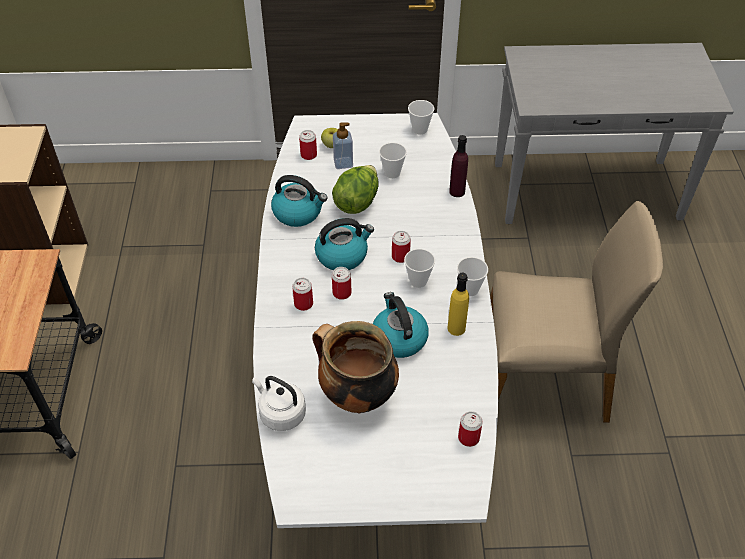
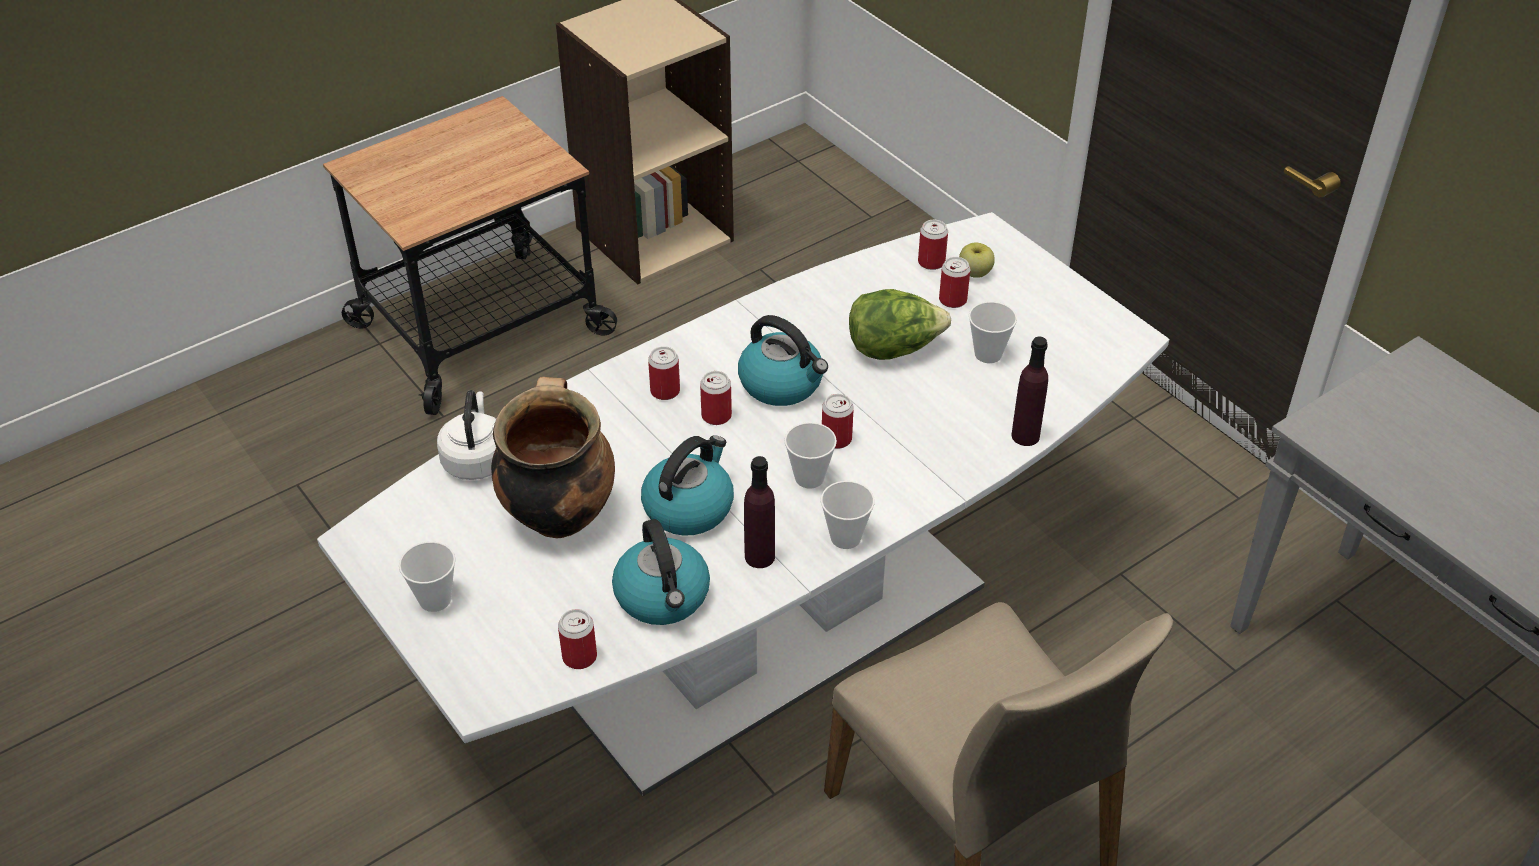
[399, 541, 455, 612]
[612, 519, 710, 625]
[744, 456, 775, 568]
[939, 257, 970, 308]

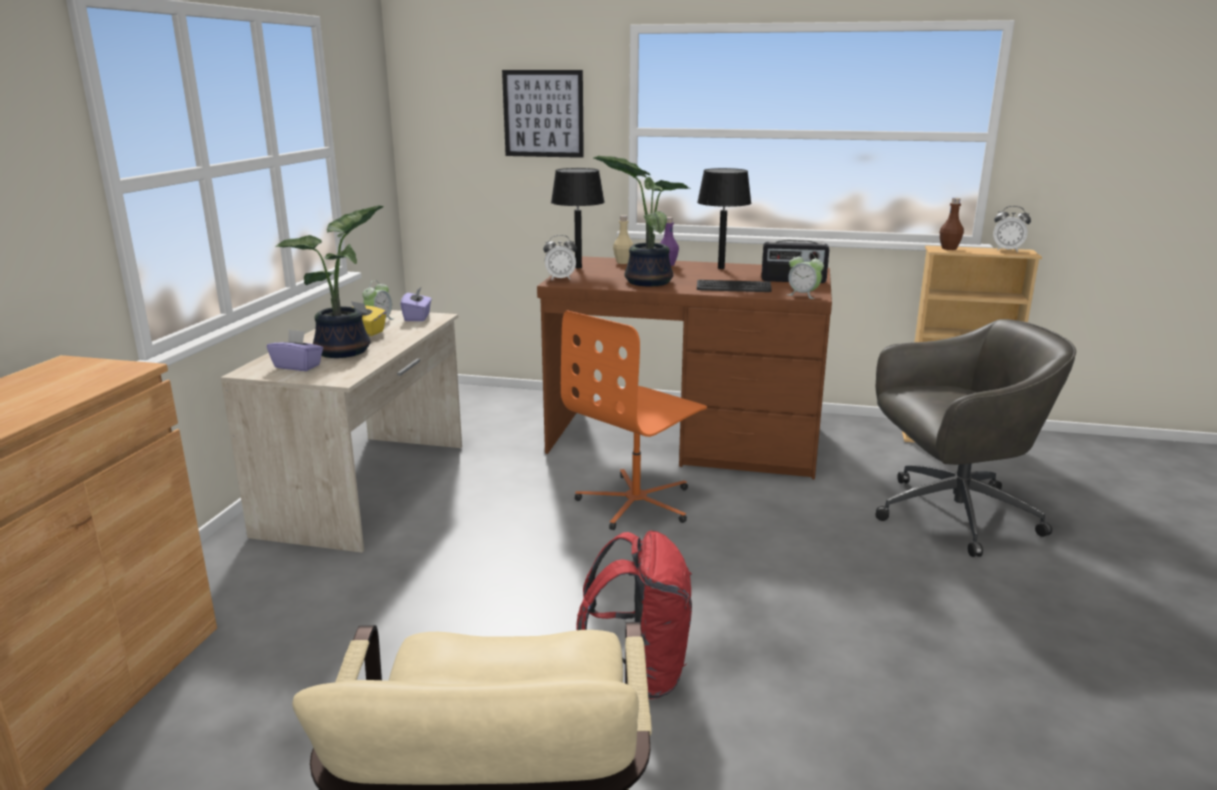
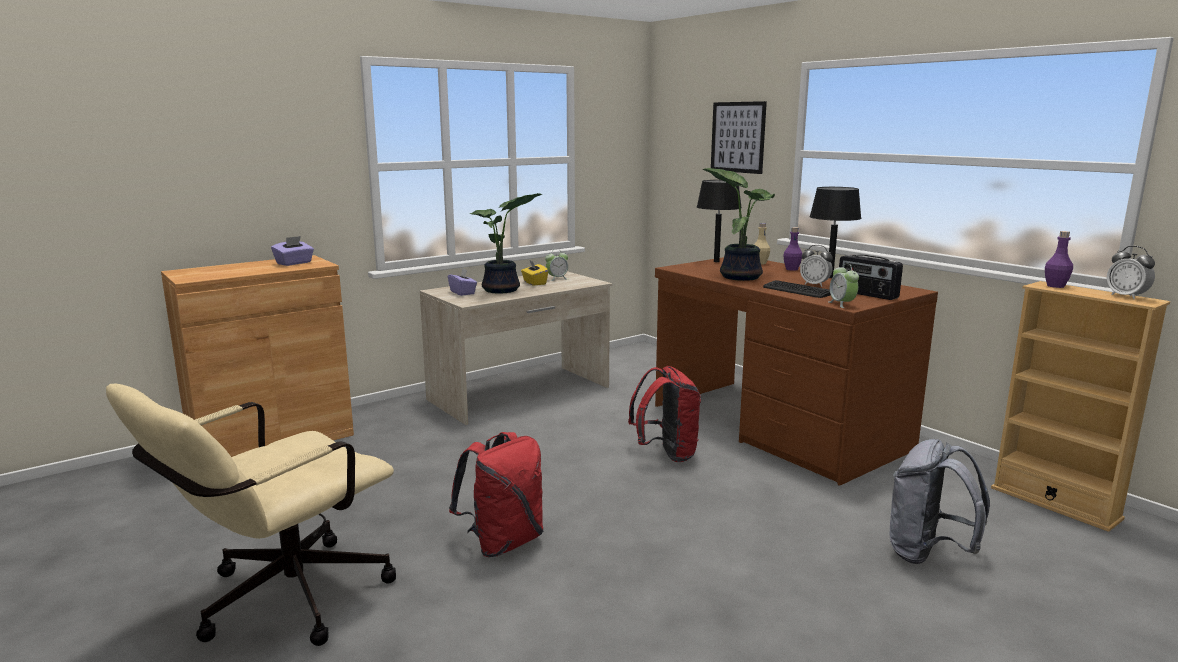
[271, 236, 314, 266]
[628, 366, 701, 462]
[800, 245, 833, 287]
[890, 439, 990, 564]
[1045, 231, 1073, 288]

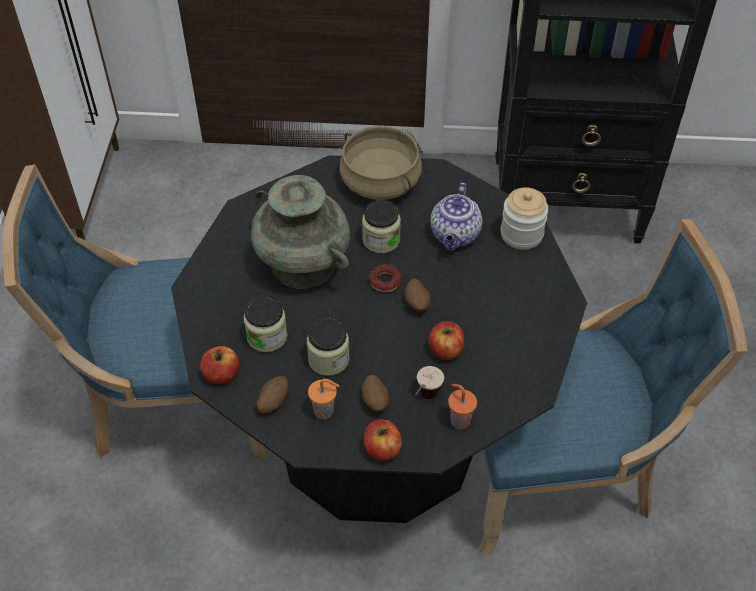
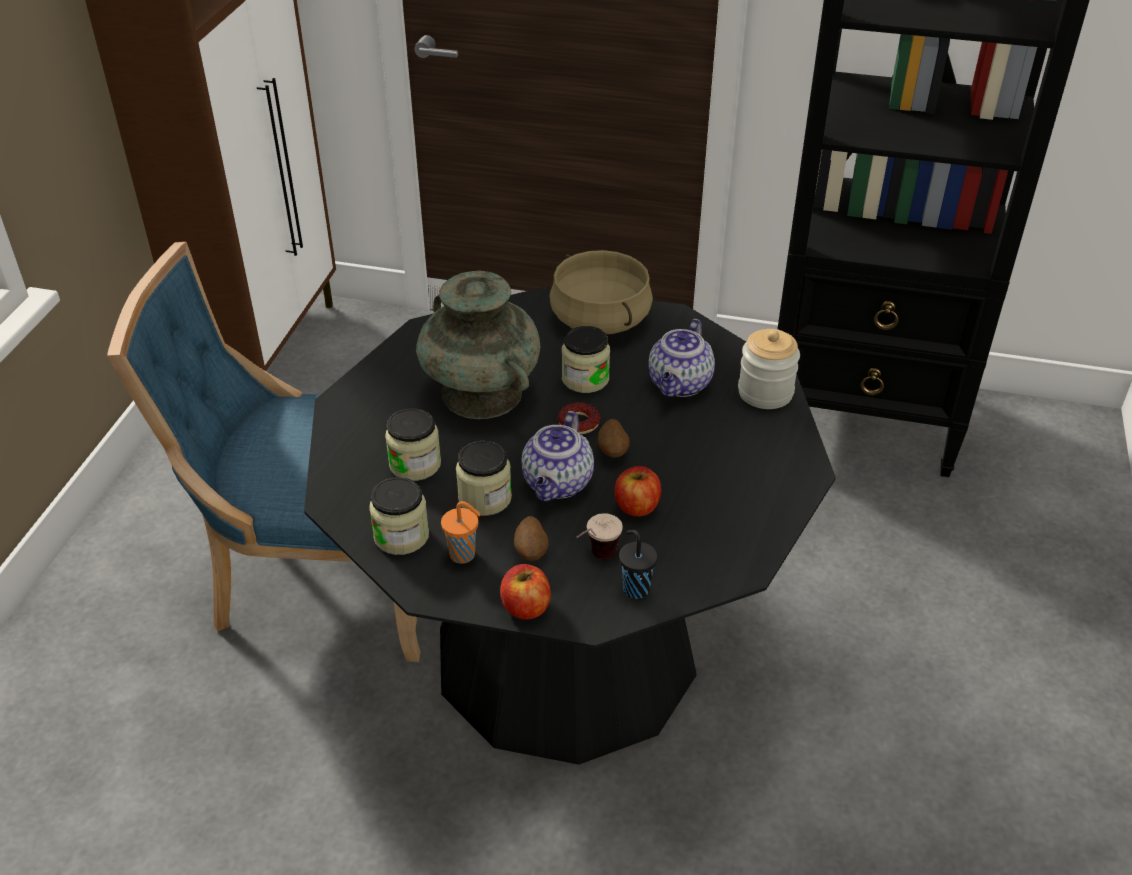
[369, 477, 429, 555]
[521, 411, 594, 501]
[619, 530, 657, 599]
[200, 346, 239, 384] (first image)
[480, 219, 748, 555] (first image)

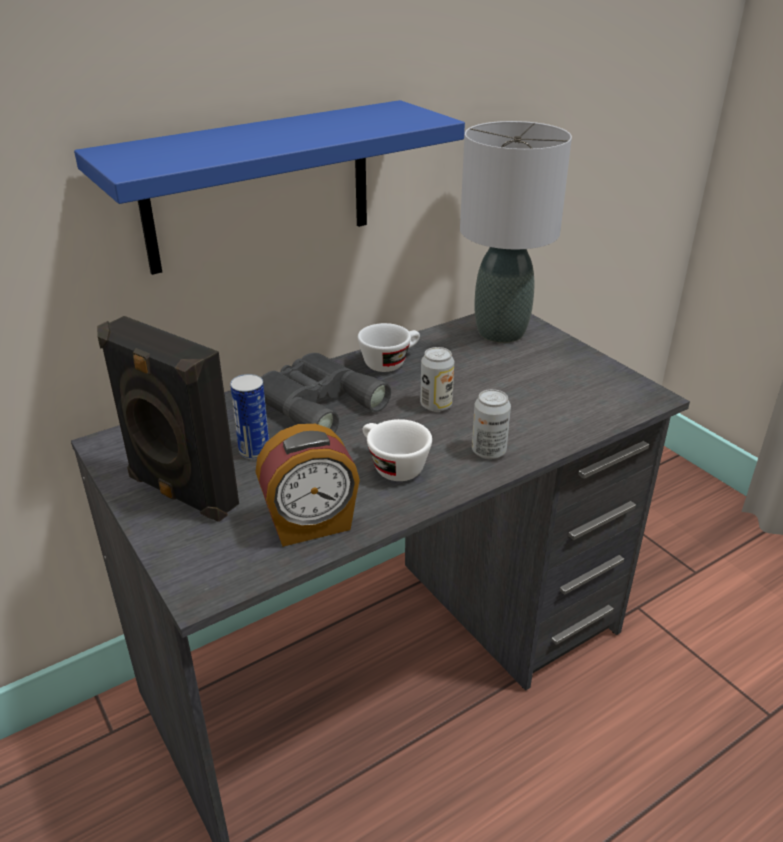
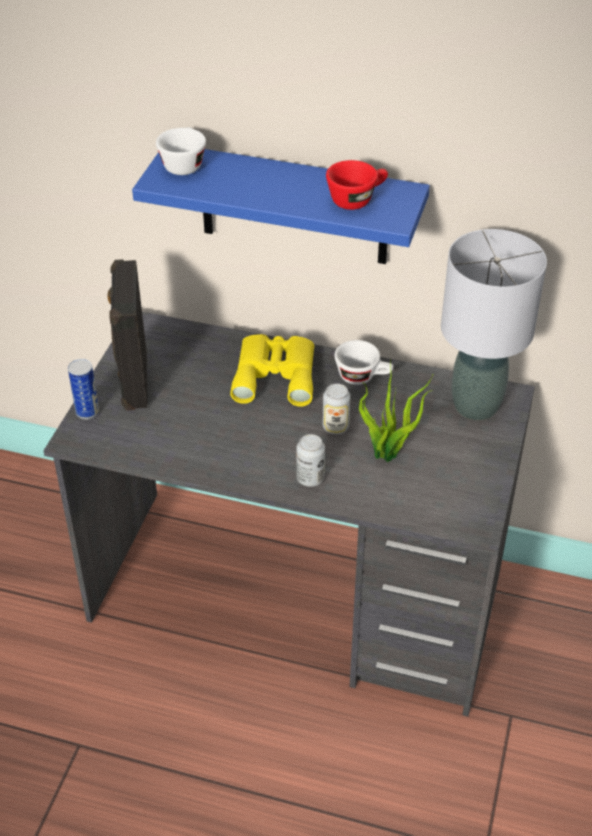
[68, 359, 99, 420]
[156, 127, 206, 175]
[230, 334, 314, 407]
[326, 160, 388, 210]
[359, 373, 433, 462]
[256, 424, 360, 547] (first image)

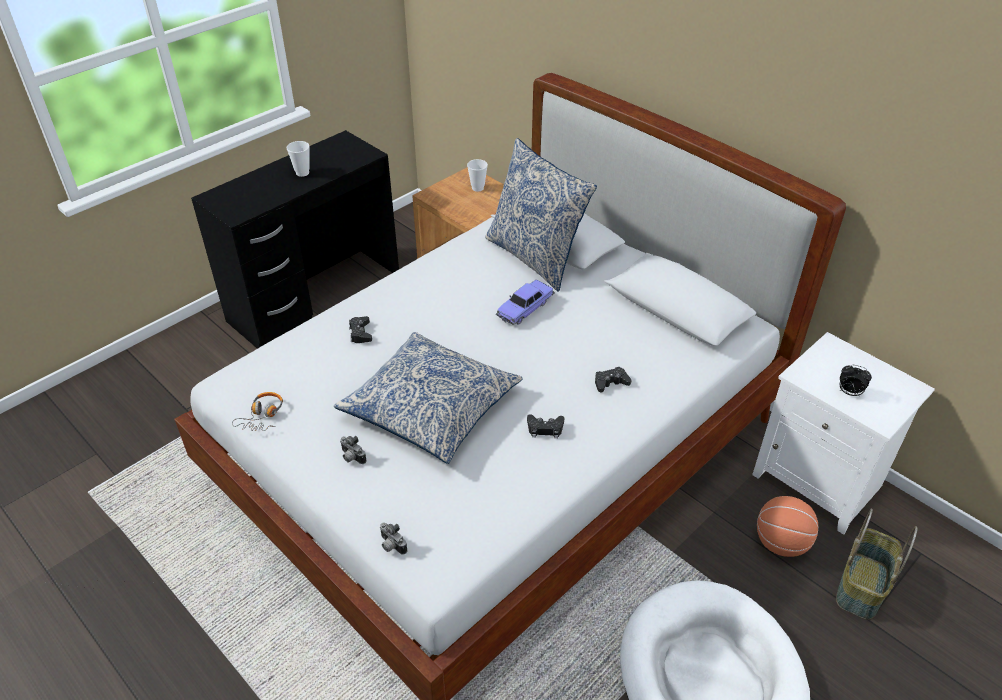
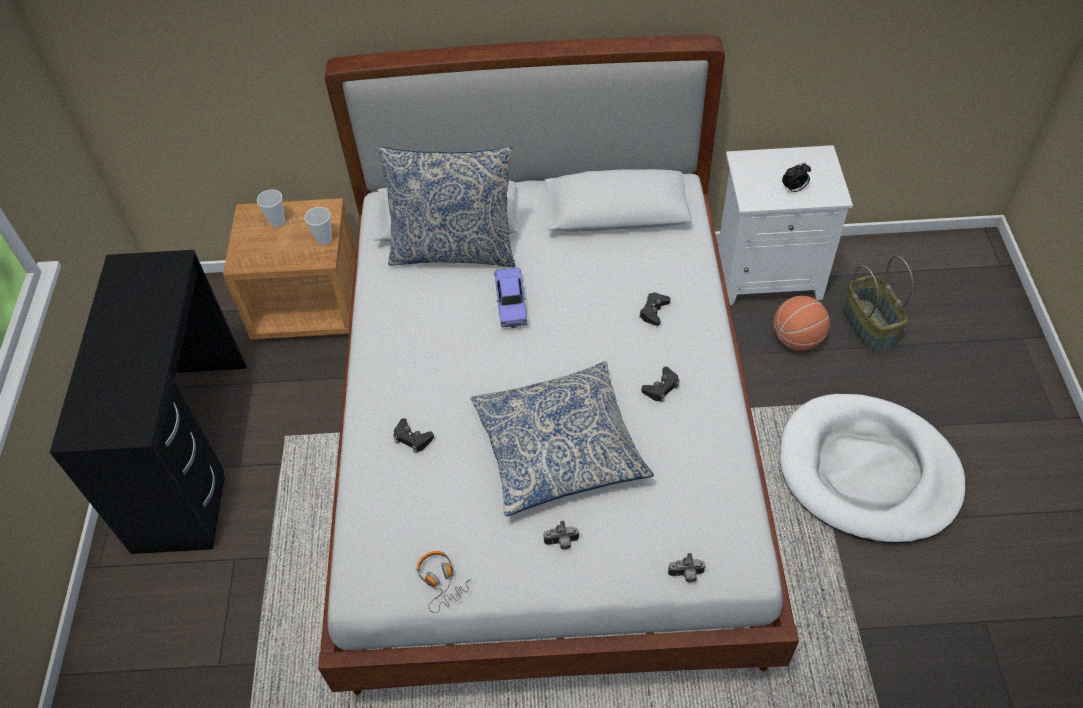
[305, 207, 332, 245]

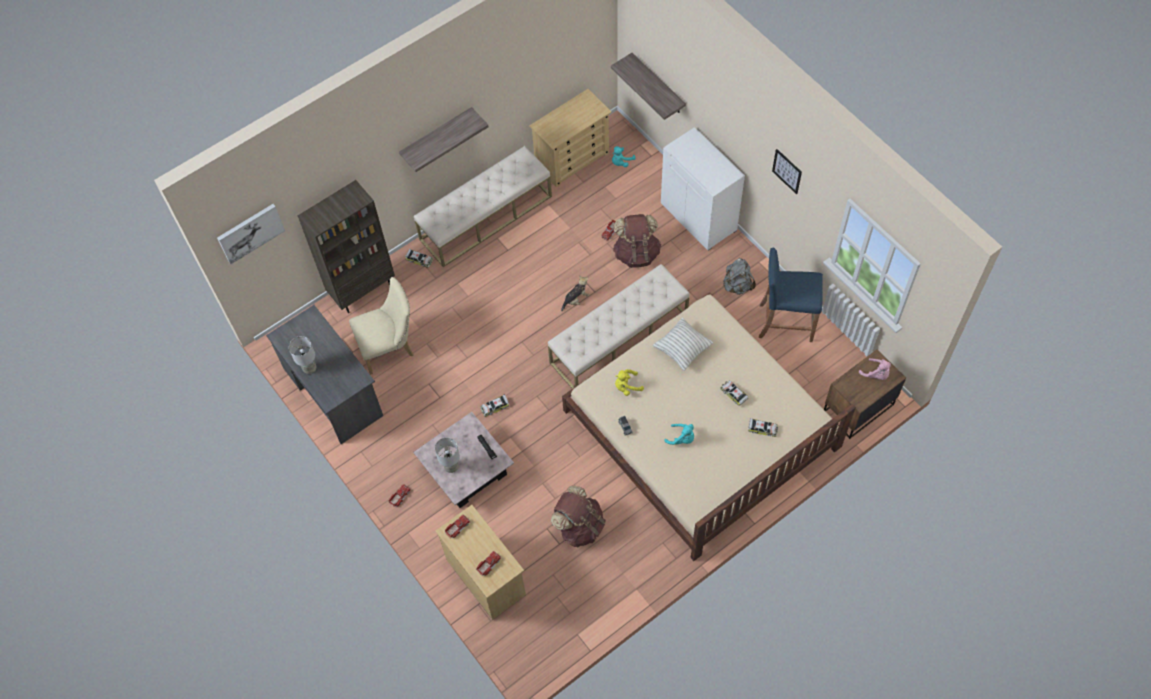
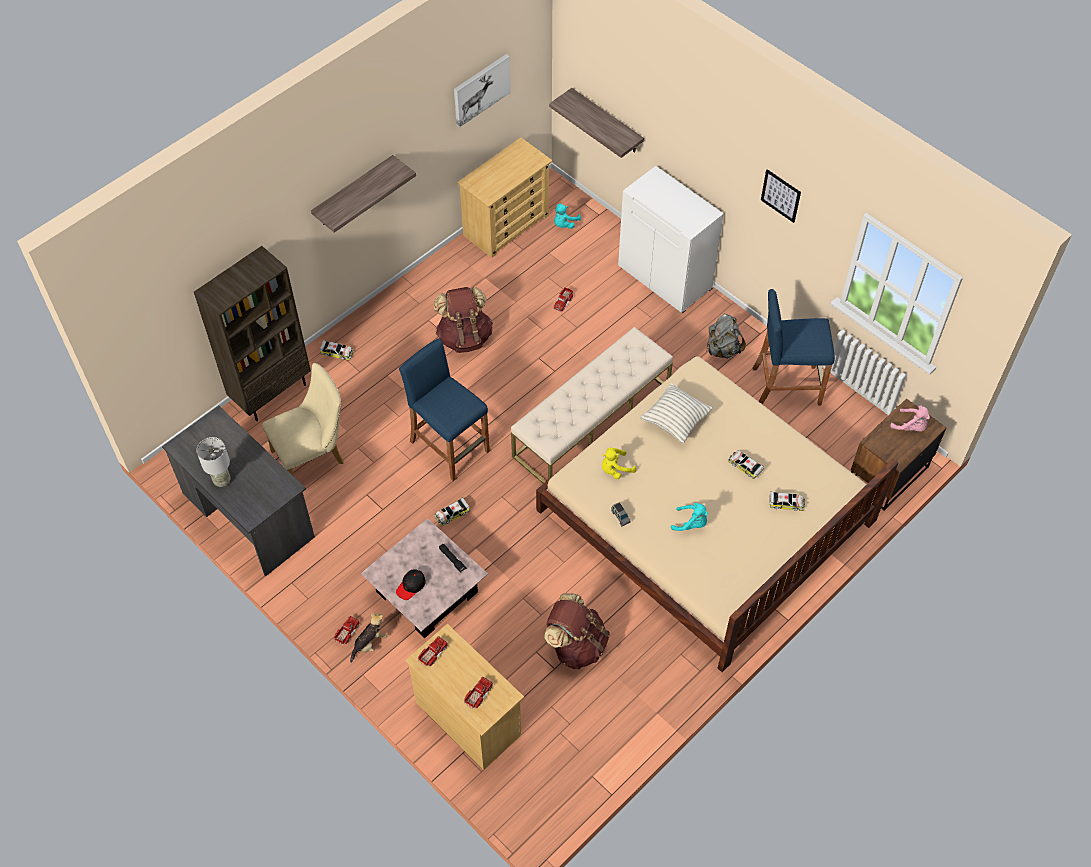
[350, 613, 387, 663]
[396, 569, 426, 600]
[399, 338, 490, 481]
[434, 287, 493, 353]
[454, 54, 511, 127]
[414, 146, 552, 267] (first image)

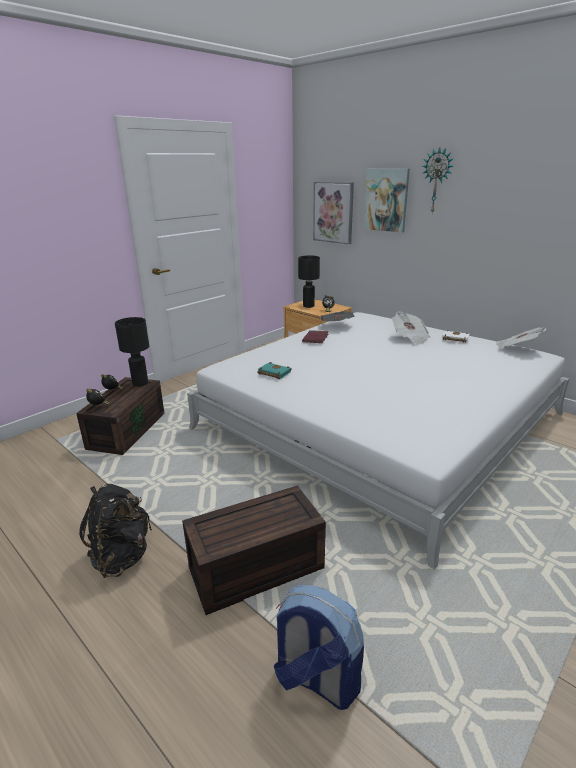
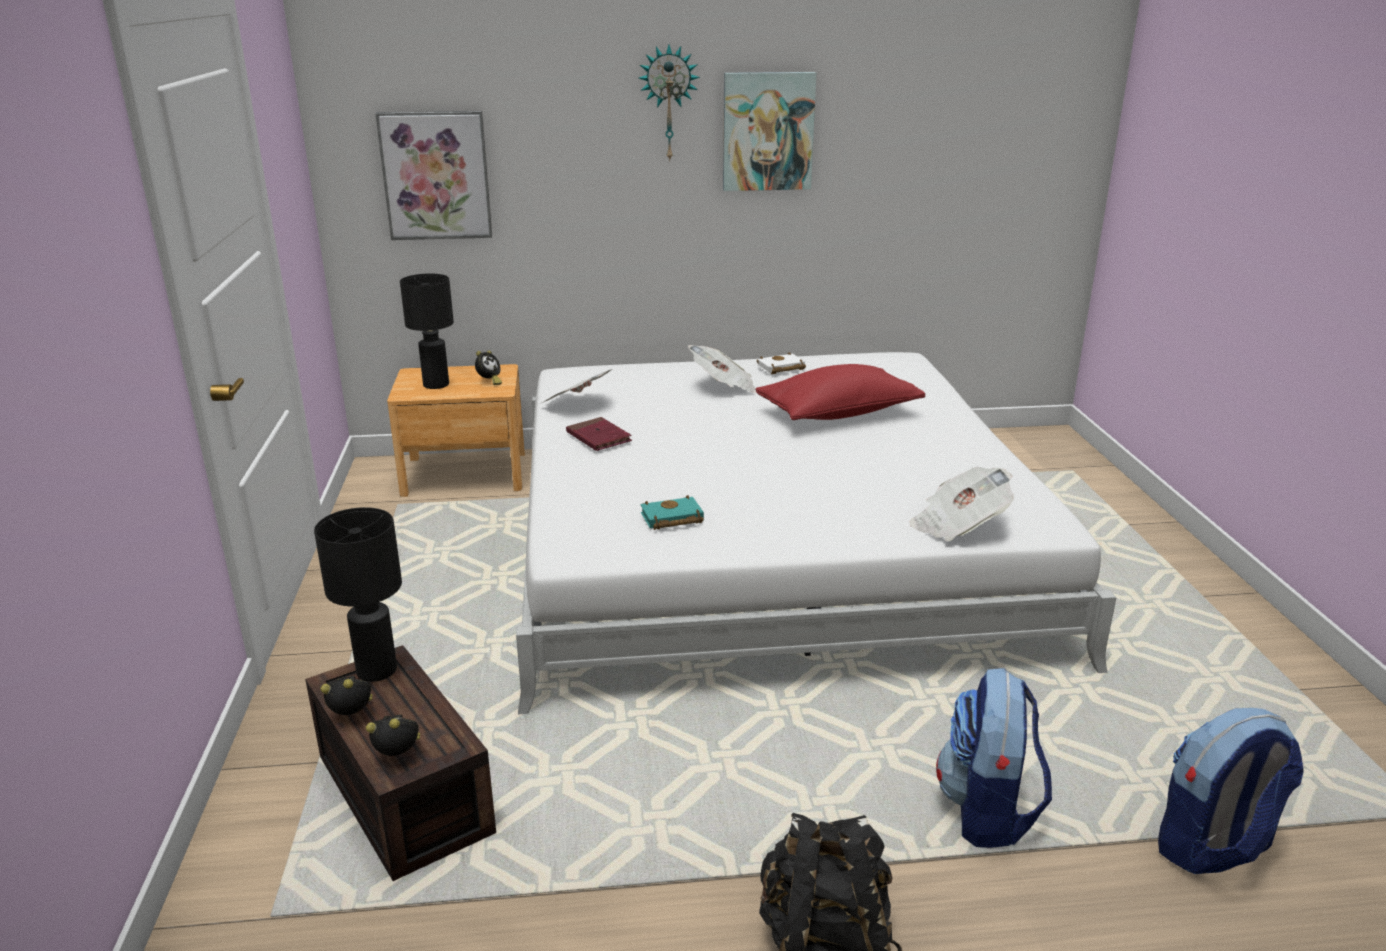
[723, 72, 816, 191]
[755, 364, 925, 420]
[909, 467, 1014, 541]
[936, 668, 1052, 848]

